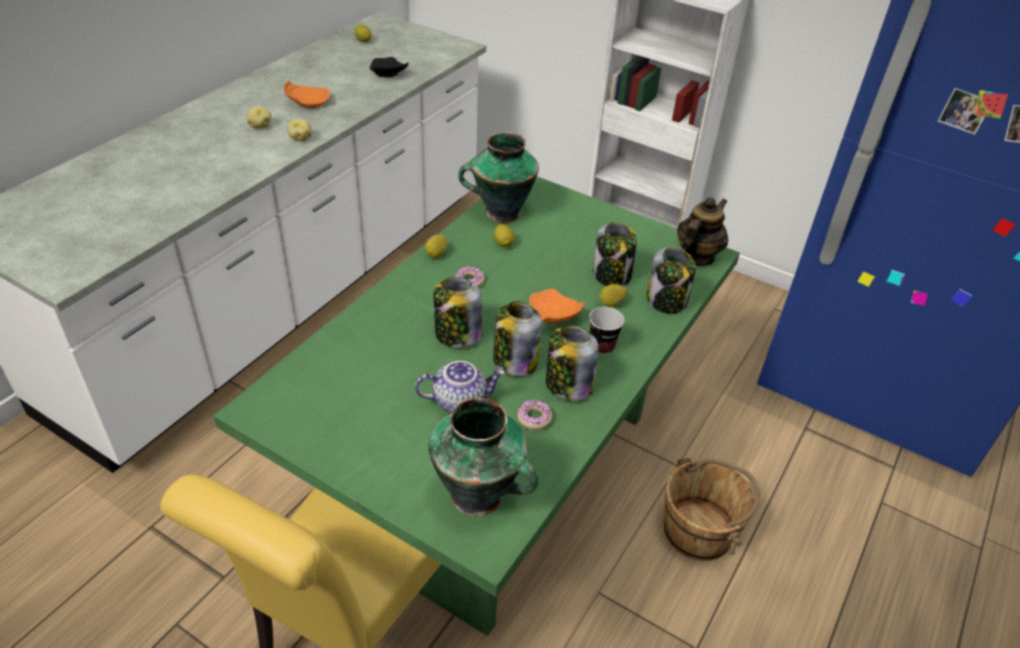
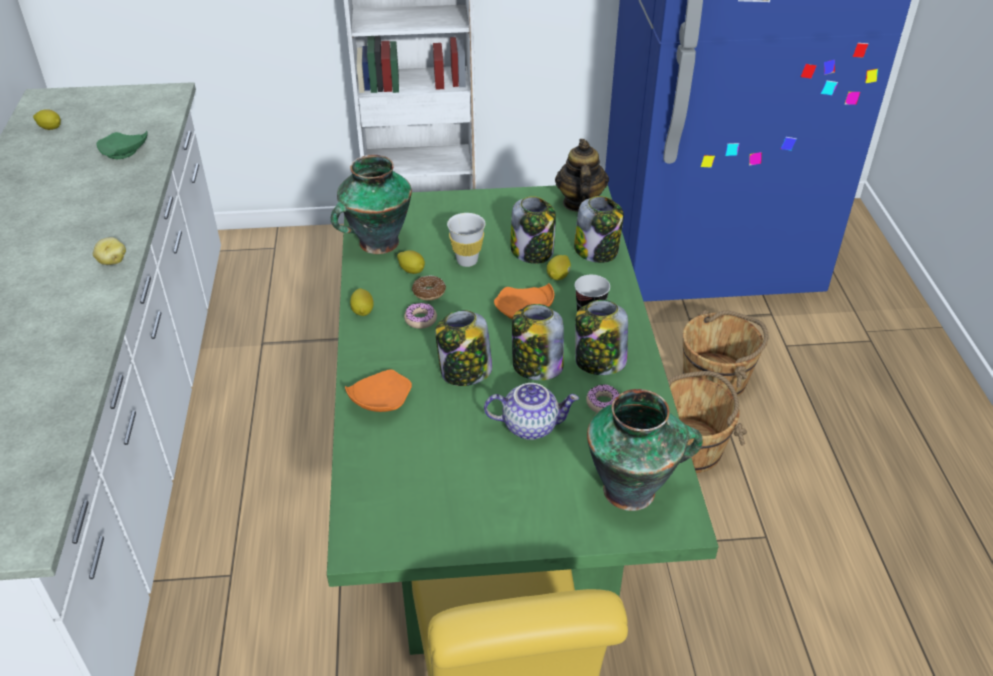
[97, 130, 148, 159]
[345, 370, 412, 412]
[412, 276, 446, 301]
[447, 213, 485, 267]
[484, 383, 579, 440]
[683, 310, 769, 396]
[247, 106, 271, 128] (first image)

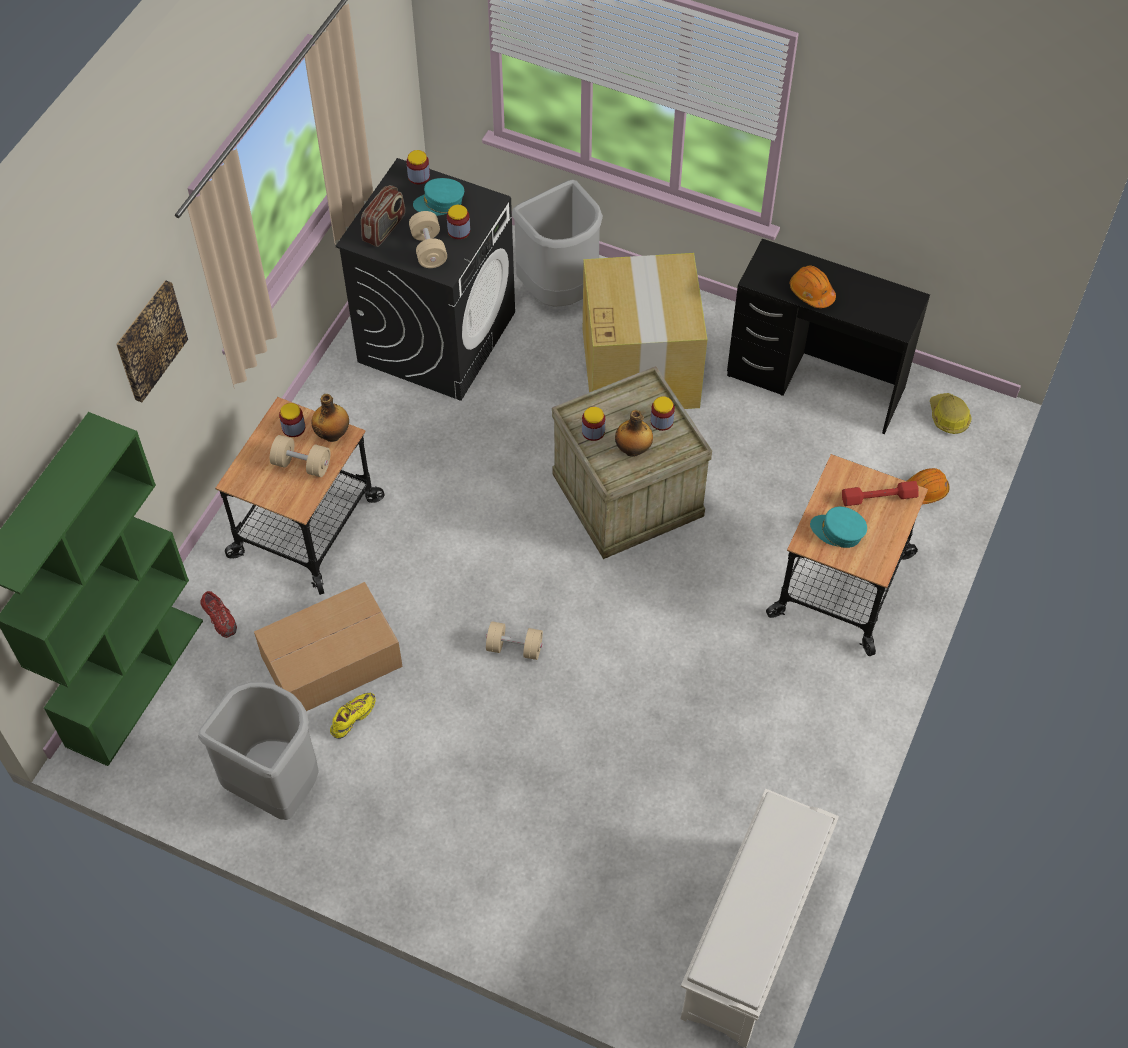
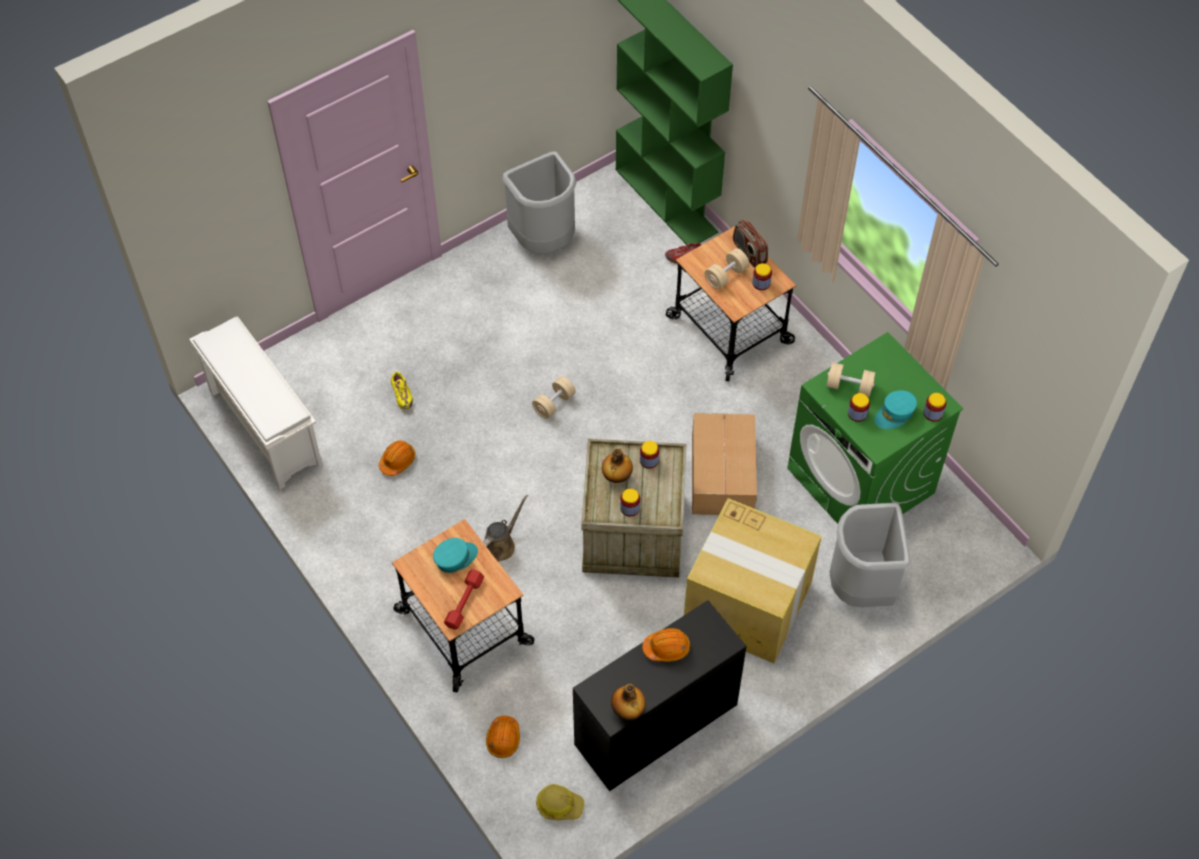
[379, 440, 416, 476]
[391, 372, 413, 410]
[483, 494, 528, 562]
[611, 684, 646, 720]
[692, 413, 757, 515]
[733, 220, 768, 268]
[787, 332, 963, 524]
[874, 390, 917, 429]
[116, 280, 188, 402] (first image)

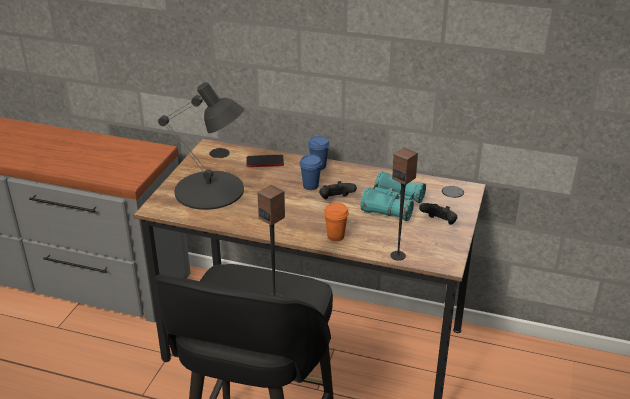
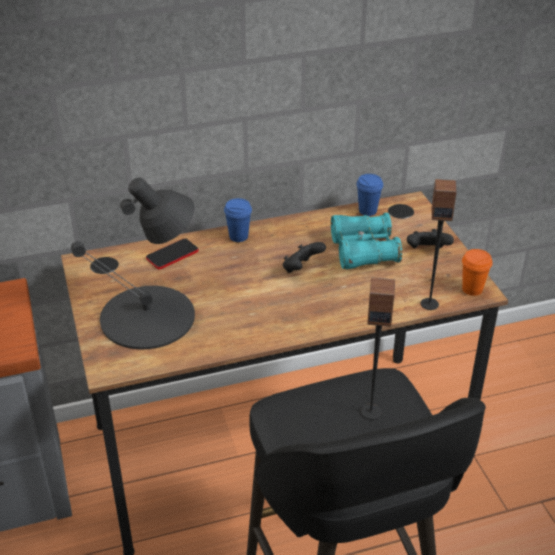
[356, 174, 383, 216]
[462, 249, 493, 296]

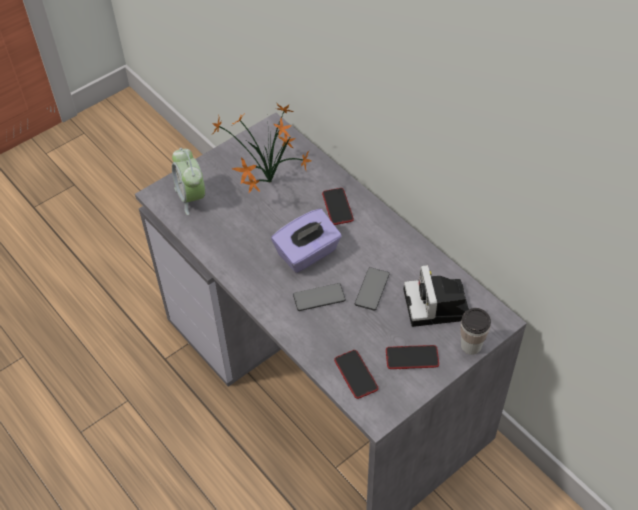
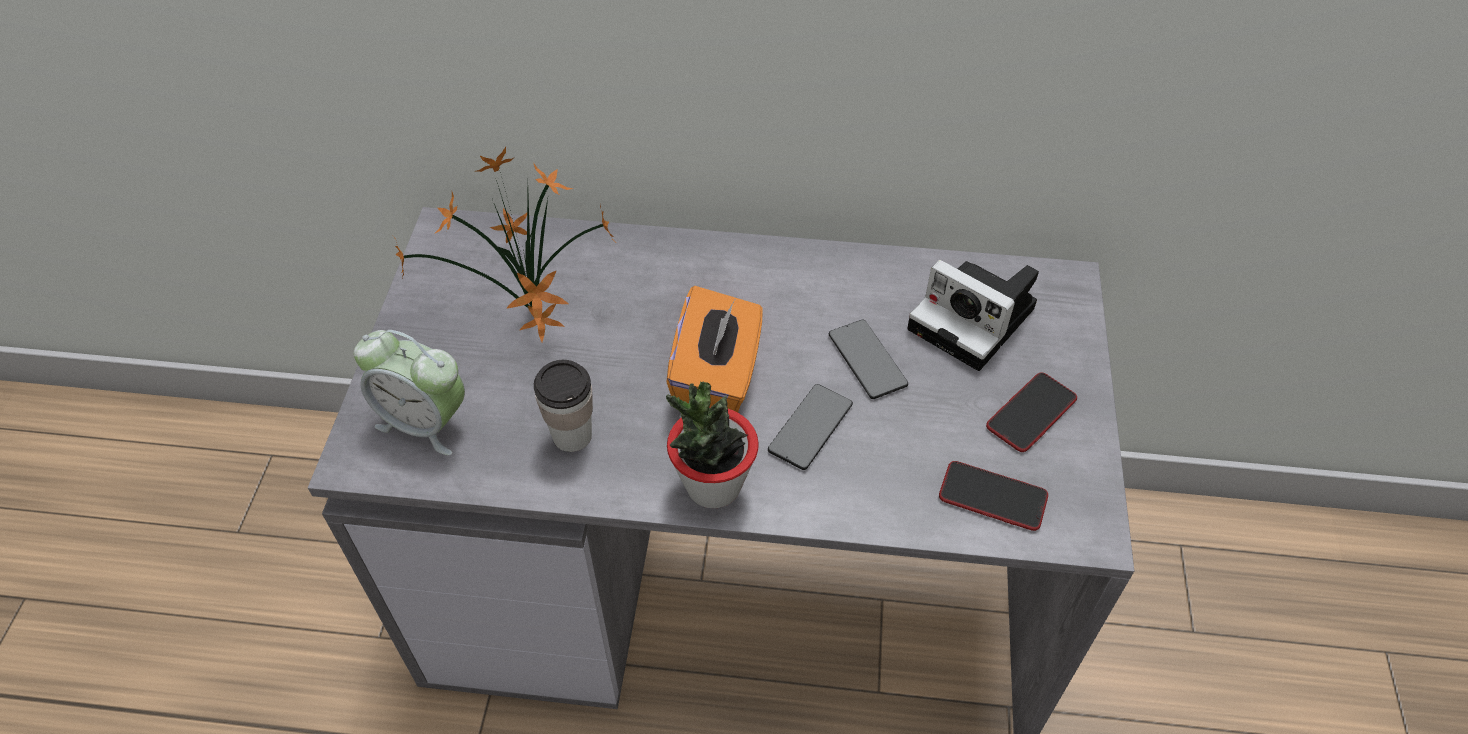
[534, 360, 593, 452]
[666, 286, 763, 412]
[666, 381, 759, 508]
[322, 188, 354, 225] (first image)

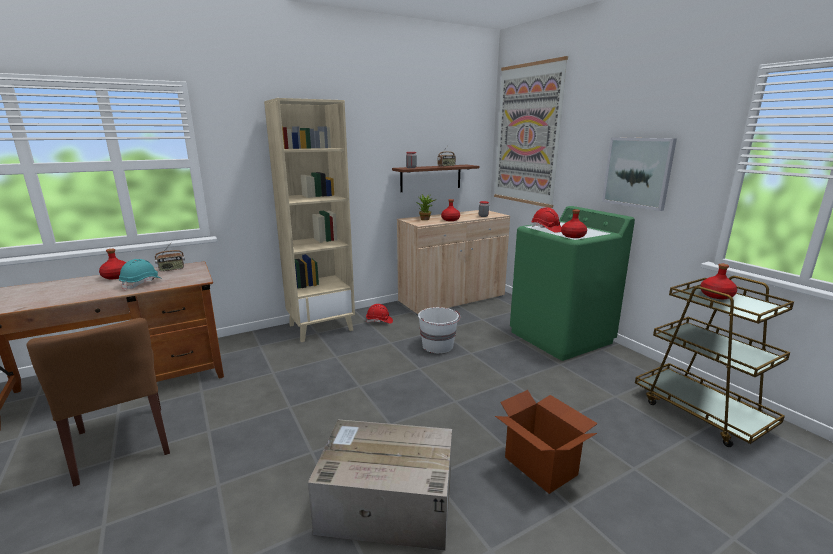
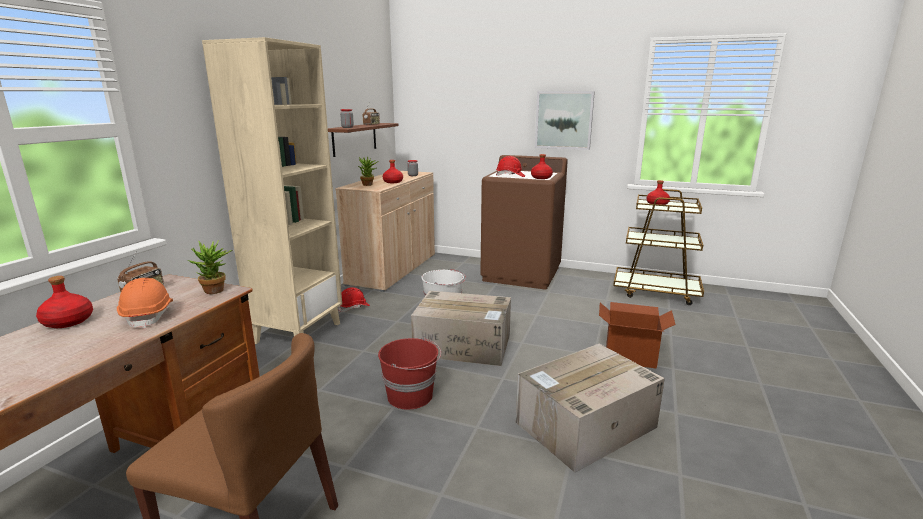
[117, 278, 173, 329]
[188, 240, 233, 294]
[378, 337, 441, 410]
[411, 291, 511, 366]
[480, 155, 568, 289]
[494, 56, 568, 208] (first image)

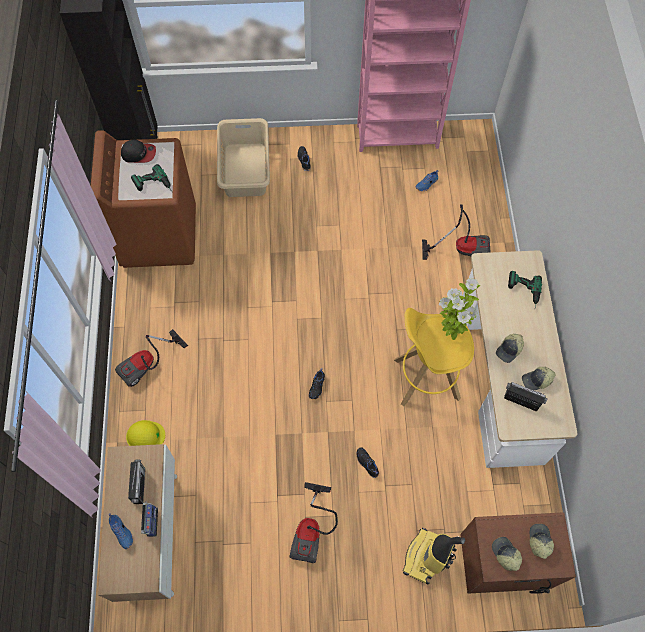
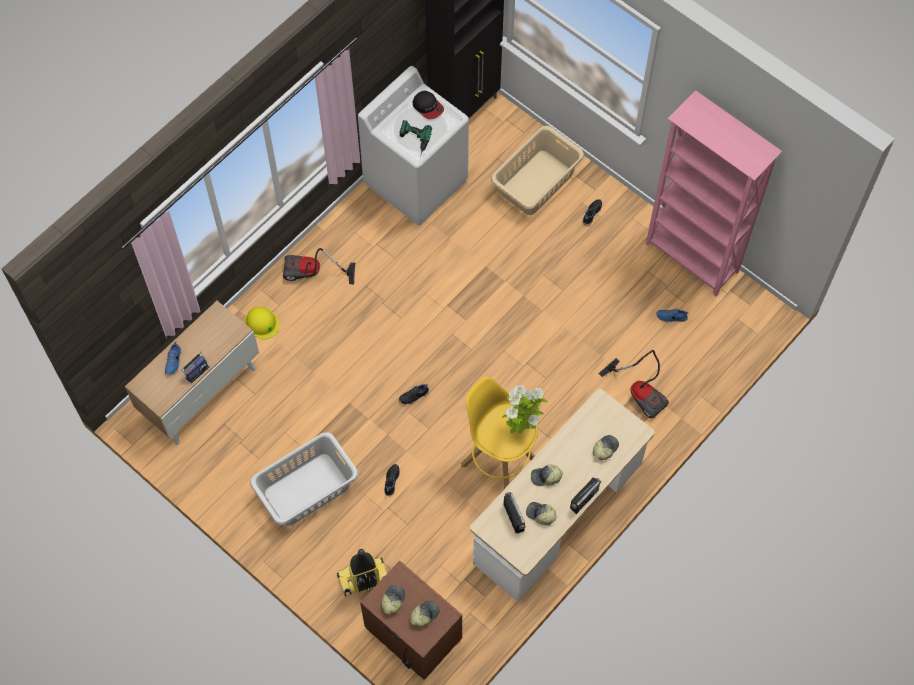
[250, 432, 358, 526]
[358, 66, 469, 225]
[570, 478, 601, 514]
[593, 435, 619, 460]

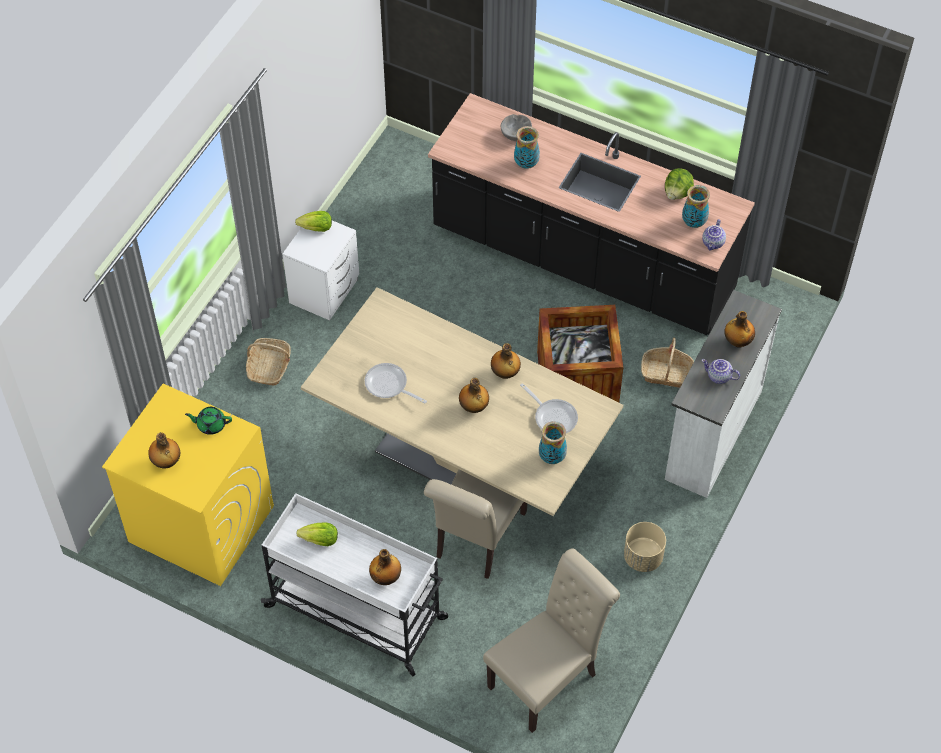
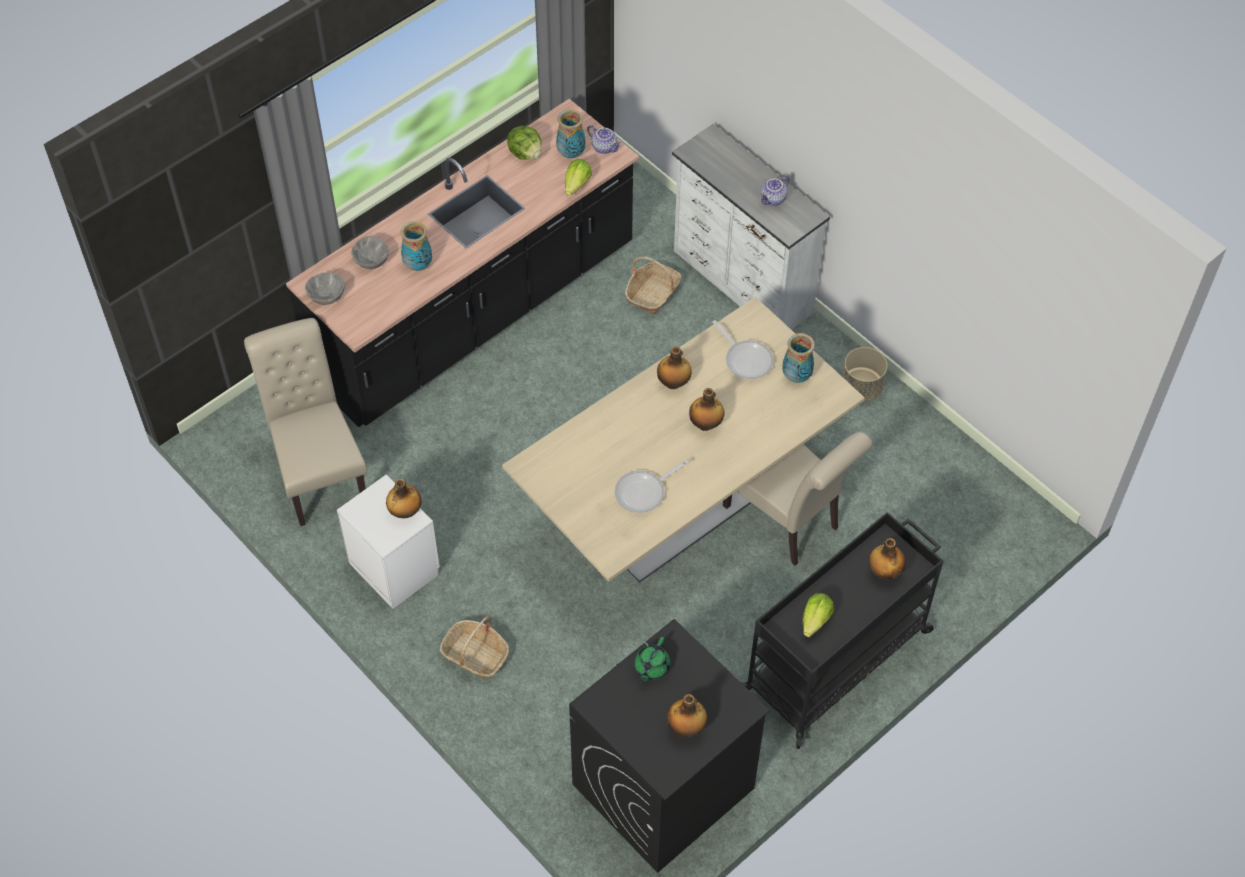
[244, 318, 367, 527]
[305, 272, 345, 305]
[386, 479, 422, 518]
[565, 159, 592, 196]
[569, 619, 770, 873]
[712, 320, 774, 379]
[741, 512, 943, 749]
[537, 305, 623, 402] (first image)

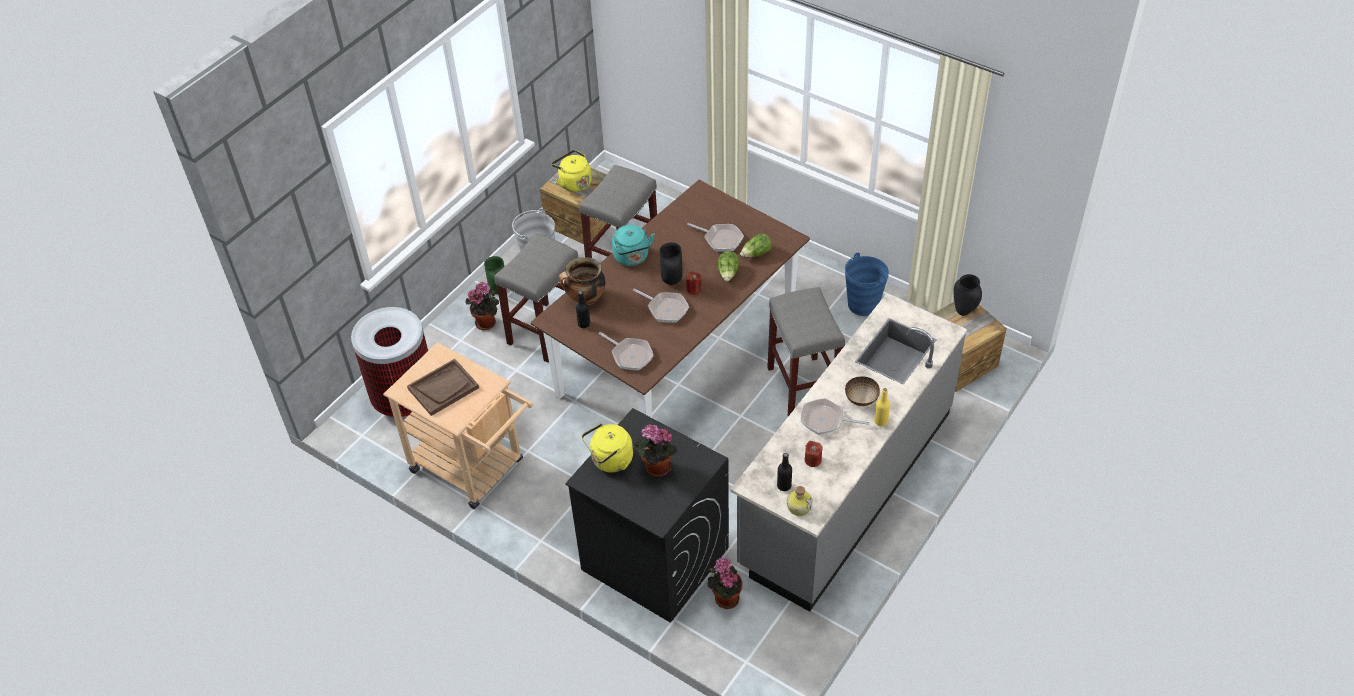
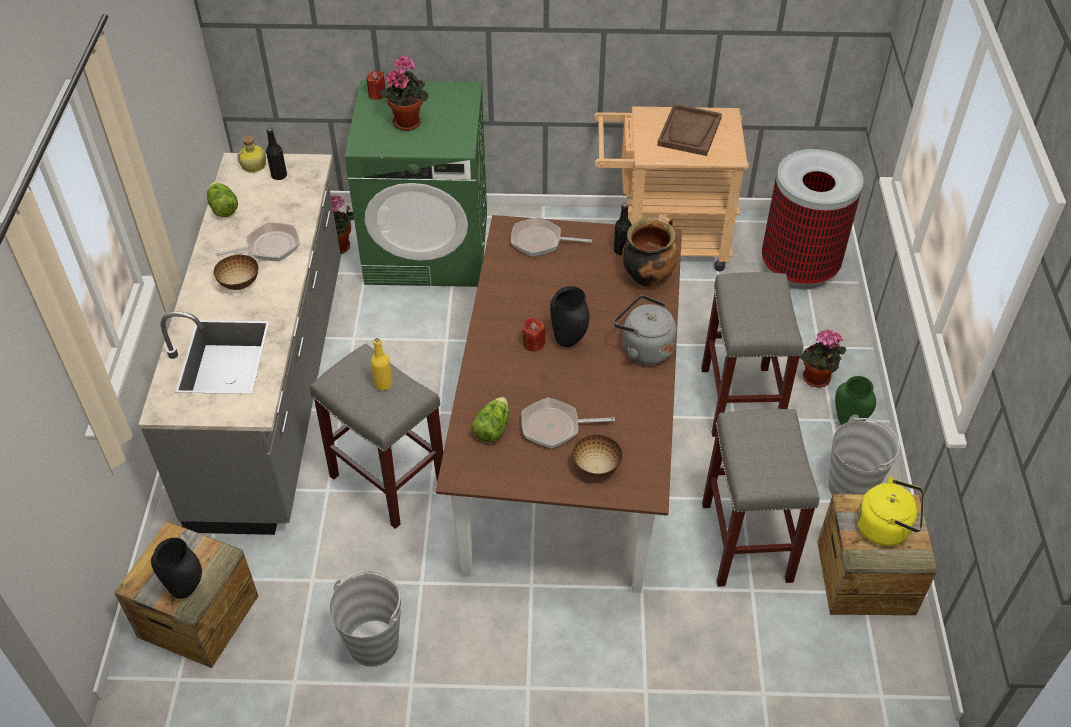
[207, 182, 238, 217]
[329, 570, 401, 667]
[345, 80, 487, 287]
[366, 71, 386, 100]
[371, 338, 392, 391]
[571, 435, 622, 477]
[614, 295, 677, 365]
[582, 423, 633, 473] (first image)
[633, 289, 689, 323] (first image)

